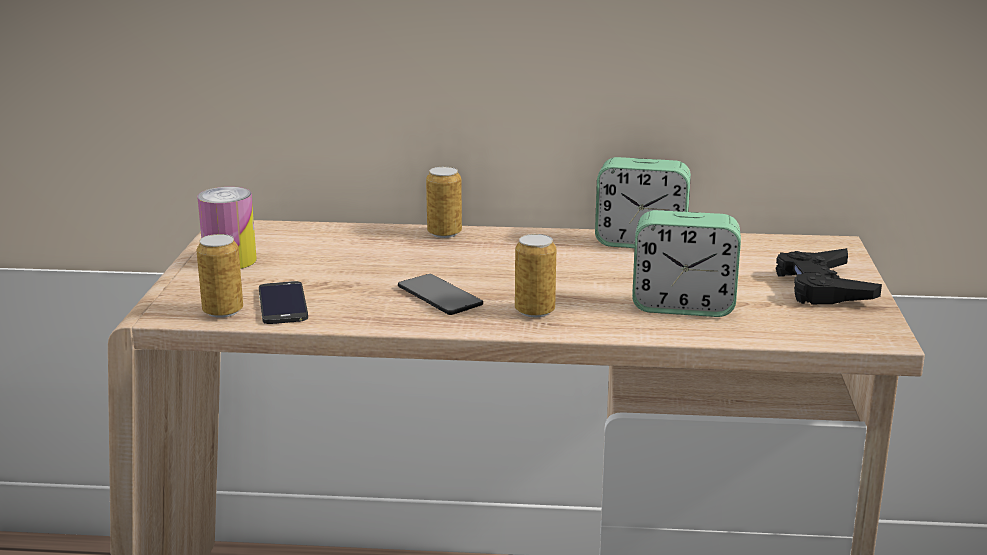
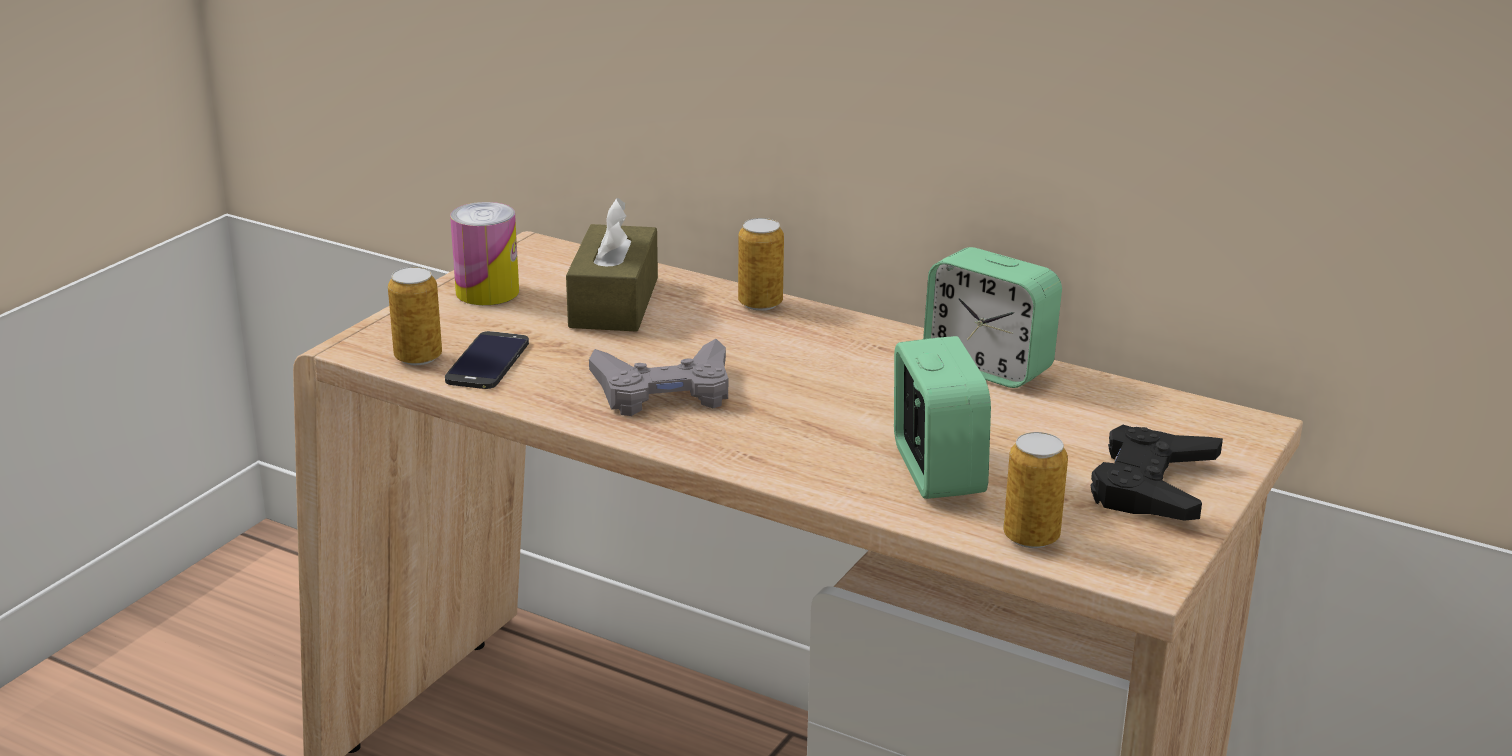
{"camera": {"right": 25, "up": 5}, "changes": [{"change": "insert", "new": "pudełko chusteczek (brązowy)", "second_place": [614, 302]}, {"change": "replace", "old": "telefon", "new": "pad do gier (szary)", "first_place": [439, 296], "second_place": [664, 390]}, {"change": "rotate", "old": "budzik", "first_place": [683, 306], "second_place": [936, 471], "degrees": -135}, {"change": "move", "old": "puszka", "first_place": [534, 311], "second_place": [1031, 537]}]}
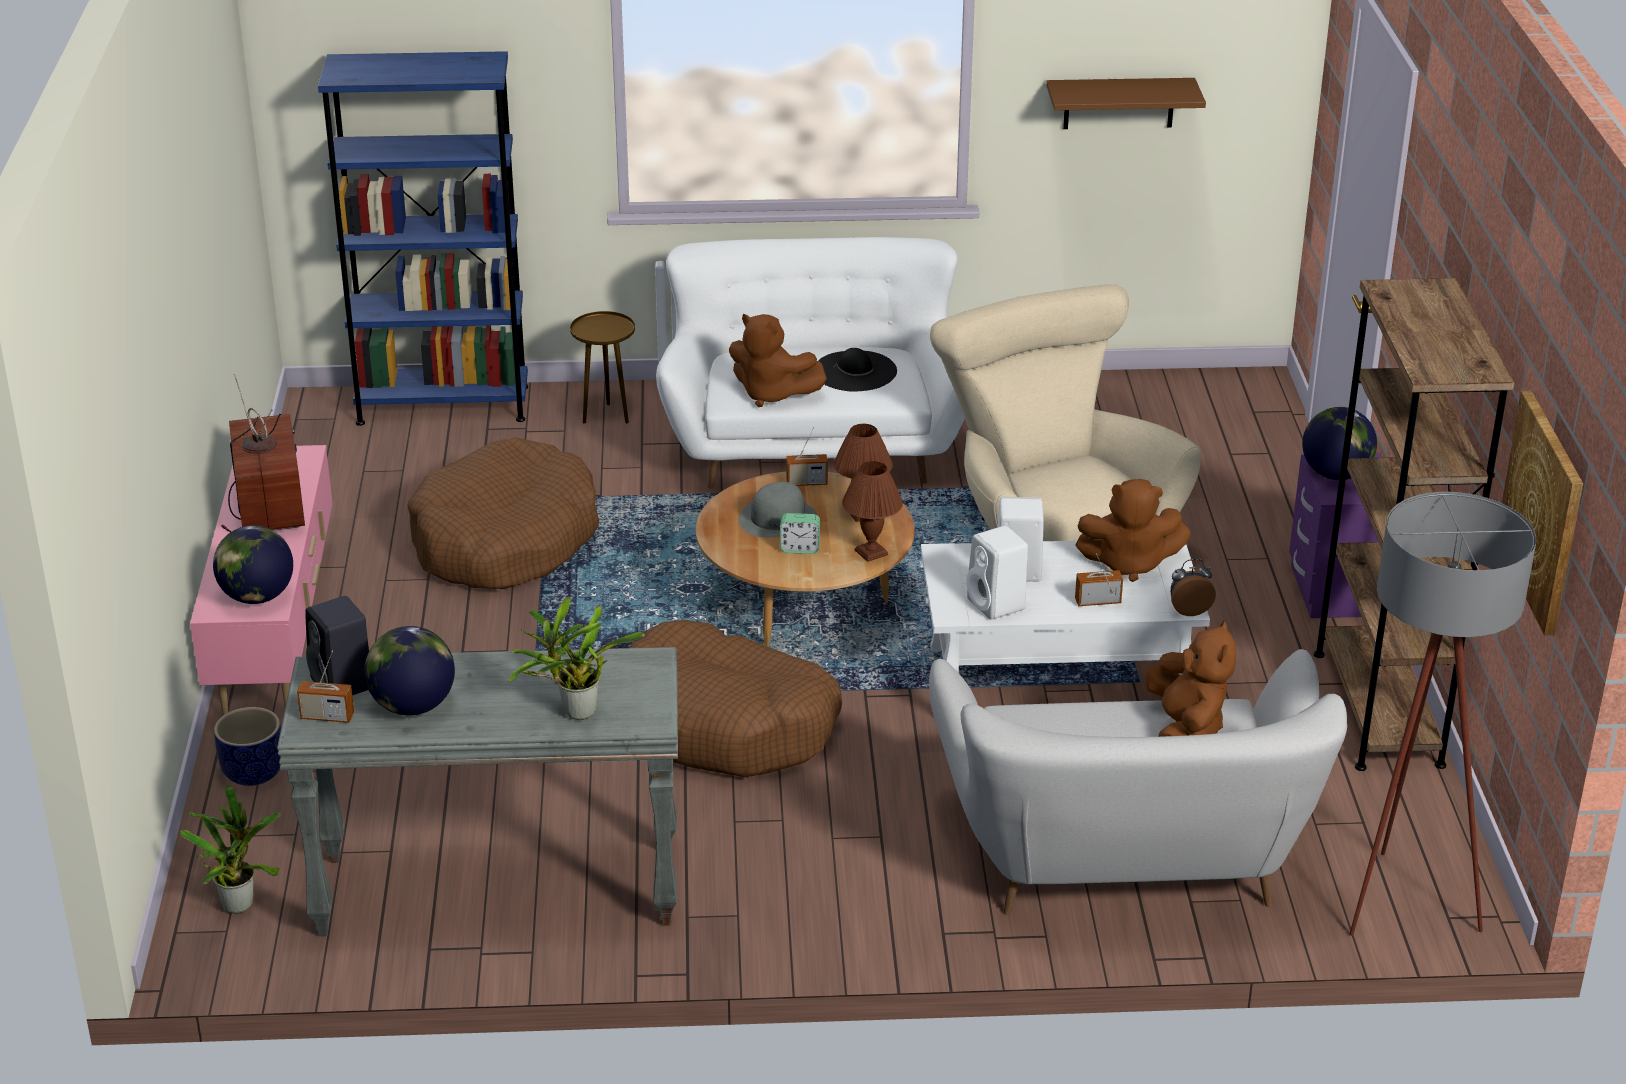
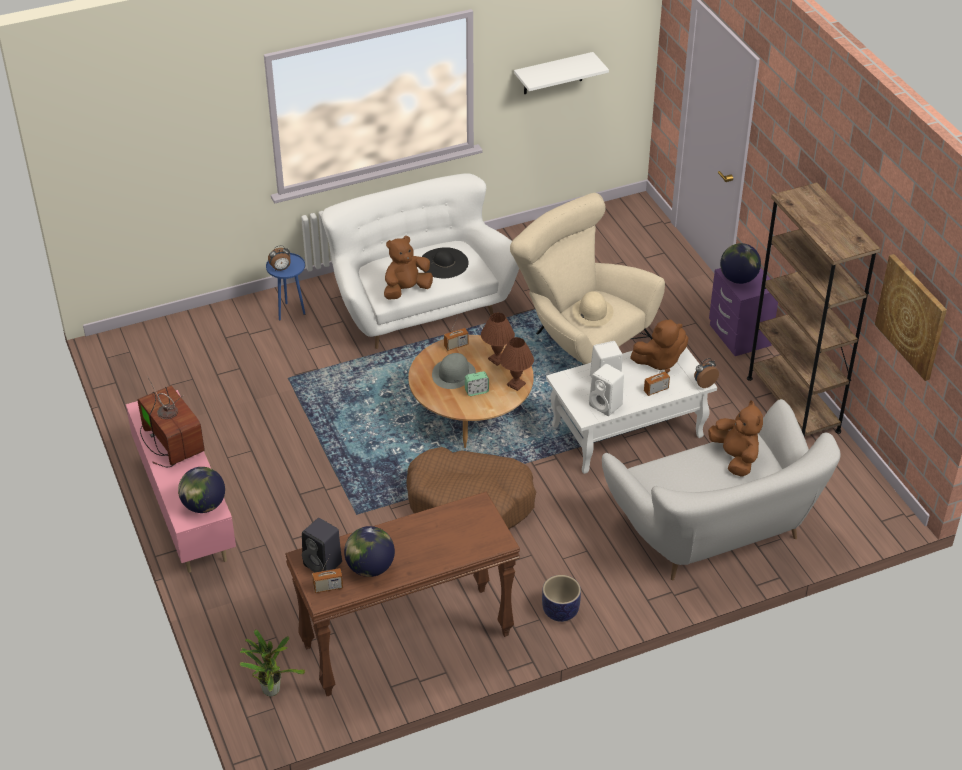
{"camera": {"right": -20, "up": 10}, "changes": [{"change": "recolor", "old": "stolik (brązowy)", "new": "stolik (niebieski)", "first_place": [606, 416], "second_place": [290, 312]}, {"change": "insert", "new": "budzik", "second_place": [281, 269]}, {"change": "recolor", "old": "stolik konsolowy (szary)", "new": "stolik konsolowy (brązowy)", "first_place": [496, 892], "second_place": [406, 642]}, {"change": "rotate", "old": "pluszak (brązowy)", "first_place": [772, 394], "second_place": [406, 290], "degrees": 135}, {"change": "recolor", "old": "półka (brązowy)", "new": "półka (biały)", "first_place": [1119, 103], "second_place": [553, 73]}, {"change": "move", "old": "donica", "first_place": [252, 772], "second_place": [560, 611]}, {"change": "insert", "new": "kapelusz (beżowy)", "second_place": [592, 312]}, {"change": "delete", "old": "regał (niebieski)", "first_place": [443, 405]}, {"change": "delete", "old": "legowisko (brązowy)", "first_place": [504, 540]}, {"change": "delete", "old": "roślina doniczkowa", "first_place": [574, 713]}, {"change": "delete", "old": "lampa stojąca (szary)", "first_place": [1401, 894]}]}
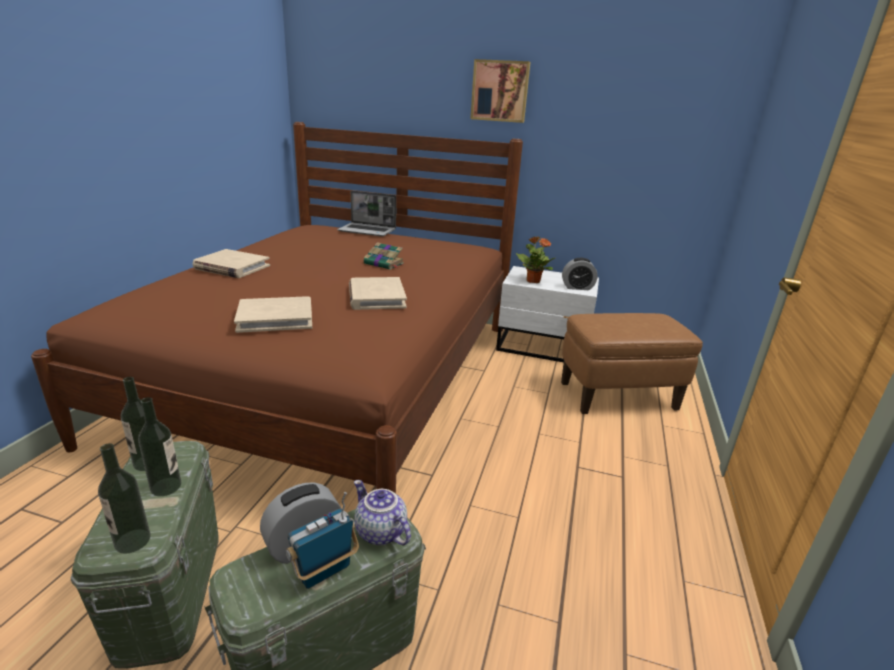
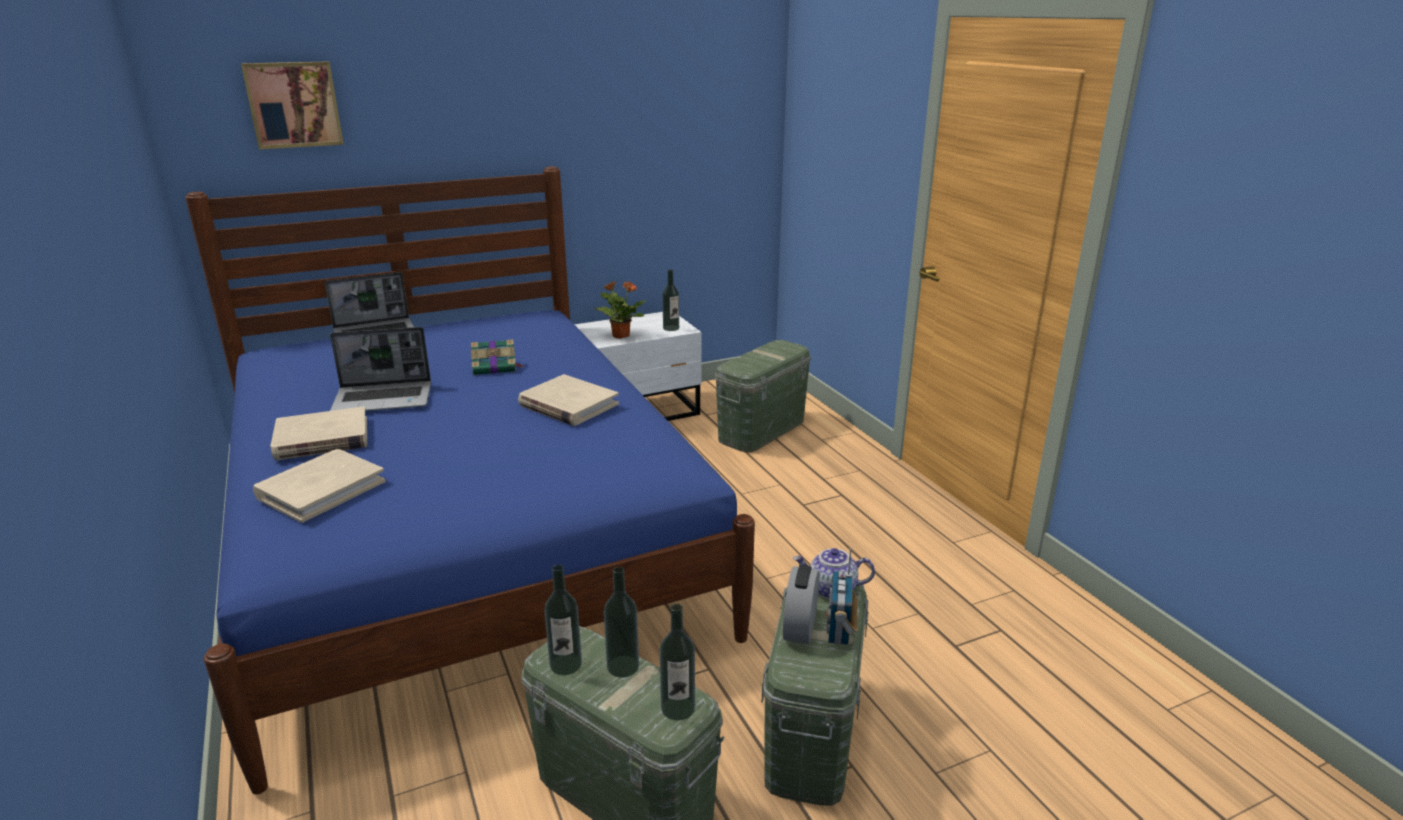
{"camera": {"right": -40, "up": 0}, "changes": [{"change": "recolor", "old": "łóżko (brązowy)", "new": "łóżko (niebieski)", "first_place": [334, 376], "second_place": [463, 541]}, {"change": "move", "old": "obraz", "first_place": [500, 91], "second_place": [293, 104]}, {"change": "move", "old": "książka (beżowy)", "first_place": [275, 318], "second_place": [321, 489]}, {"change": "insert", "new": "laptop", "second_place": [384, 399]}, {"change": "replace", "old": "budzik", "new": "butelka", "first_place": [577, 287], "second_place": [671, 328]}, {"change": "replace", "old": "pufa (brązowy)", "new": "pojemnik do przechowywania (zielony)", "first_place": [618, 396], "second_place": [761, 430]}]}
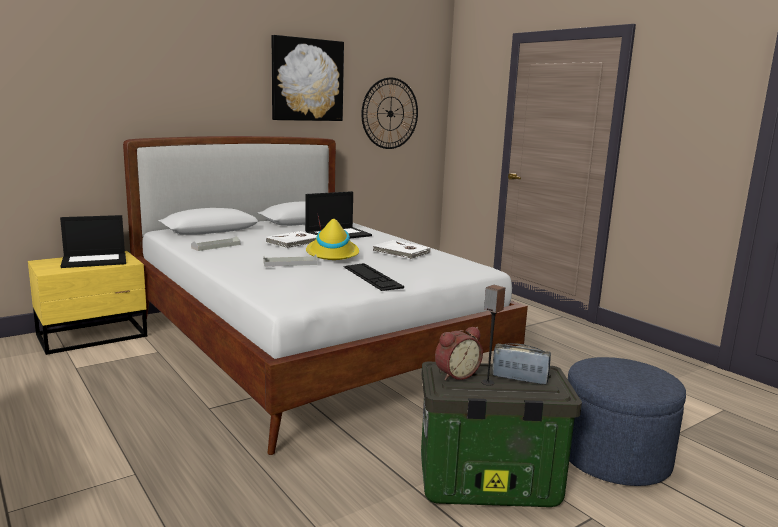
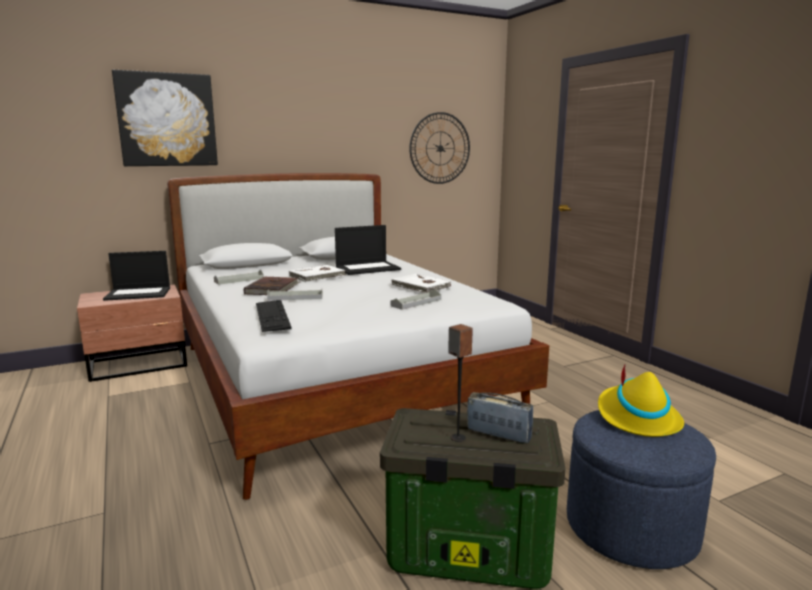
{"camera": {"right": 10, "up": 0}, "changes": [{"change": "recolor", "old": "szafka nocna (żółty)", "new": "szafka nocna (brązowy)", "first_place": [94, 336], "second_place": [140, 364]}, {"change": "move", "old": "obraz", "first_place": [307, 80], "second_place": [167, 120]}, {"change": "insert", "new": "książka (brązowy)", "second_place": [273, 288]}, {"change": "move", "old": "klawiatura", "first_place": [372, 277], "second_place": [272, 315]}, {"change": "insert", "new": "taca (szary)", "second_place": [416, 303]}, {"change": "move", "old": "kapelusz (żółty)", "first_place": [332, 253], "second_place": [636, 417]}, {"change": "delete", "old": "budzik", "first_place": [455, 374]}]}
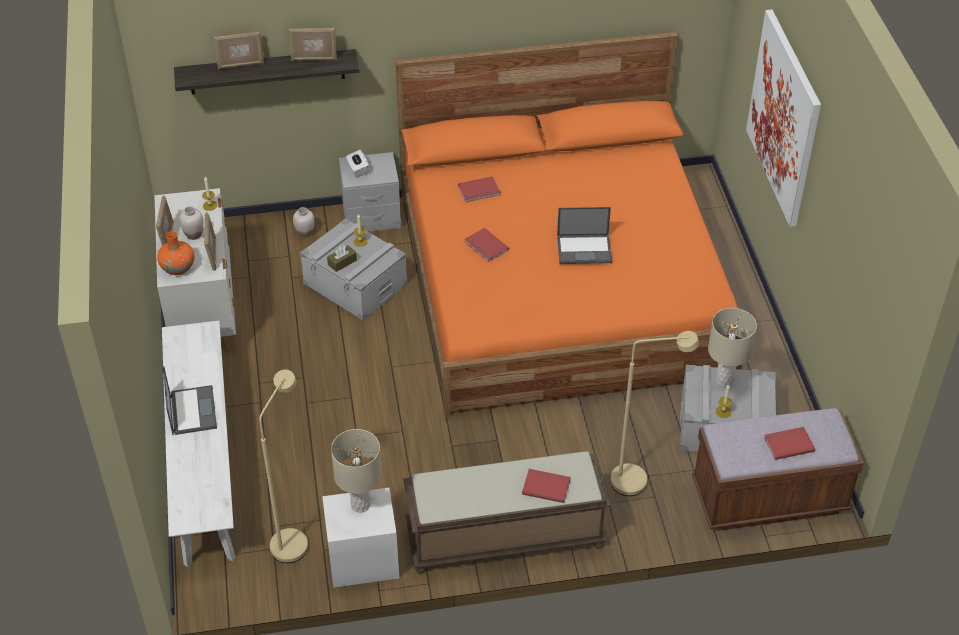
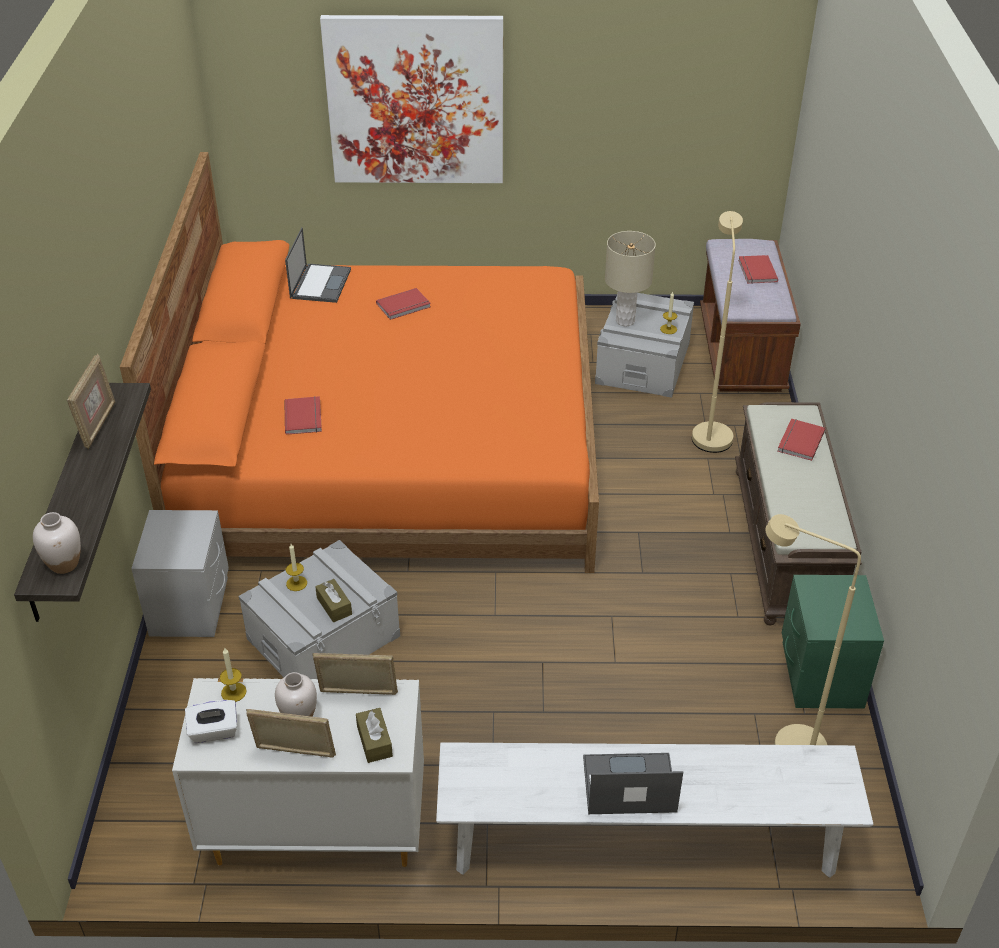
{"camera": {"right": -80, "up": -5}, "changes": [{"change": "move", "old": "wazon (biały)", "first_place": [305, 233], "second_place": [64, 564]}, {"change": "move", "old": "pudełko chusteczek (biały)", "first_place": [357, 169], "second_place": [214, 732]}, {"change": "move", "old": "laptop", "first_place": [585, 249], "second_place": [320, 283]}, {"change": "replace", "old": "wazon (pomarańczowy)", "new": "pudełko chusteczek (brązowy)", "first_place": [178, 268], "second_place": [374, 741]}, {"change": "move", "old": "książka (czerwony)", "first_place": [485, 247], "second_place": [404, 306]}, {"change": "recolor", "old": "szafka nocna (biały)", "new": "szafka nocna (zielony)", "first_place": [363, 560], "second_place": [821, 675]}, {"change": "delete", "old": "ramka na zdjęcie", "first_place": [240, 65]}, {"change": "delete", "old": "lampa stołowa (beżowy)", "first_place": [360, 505]}]}
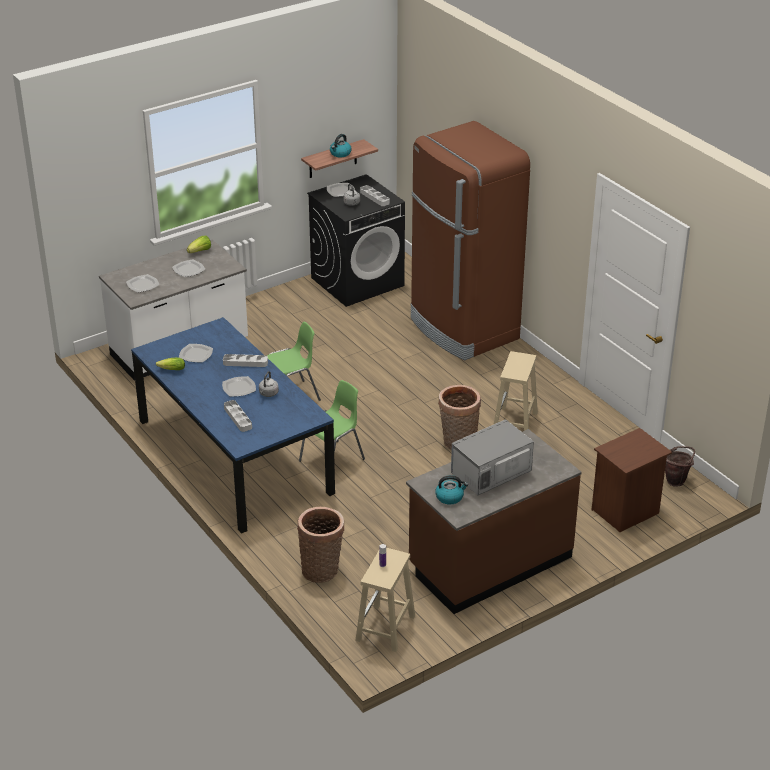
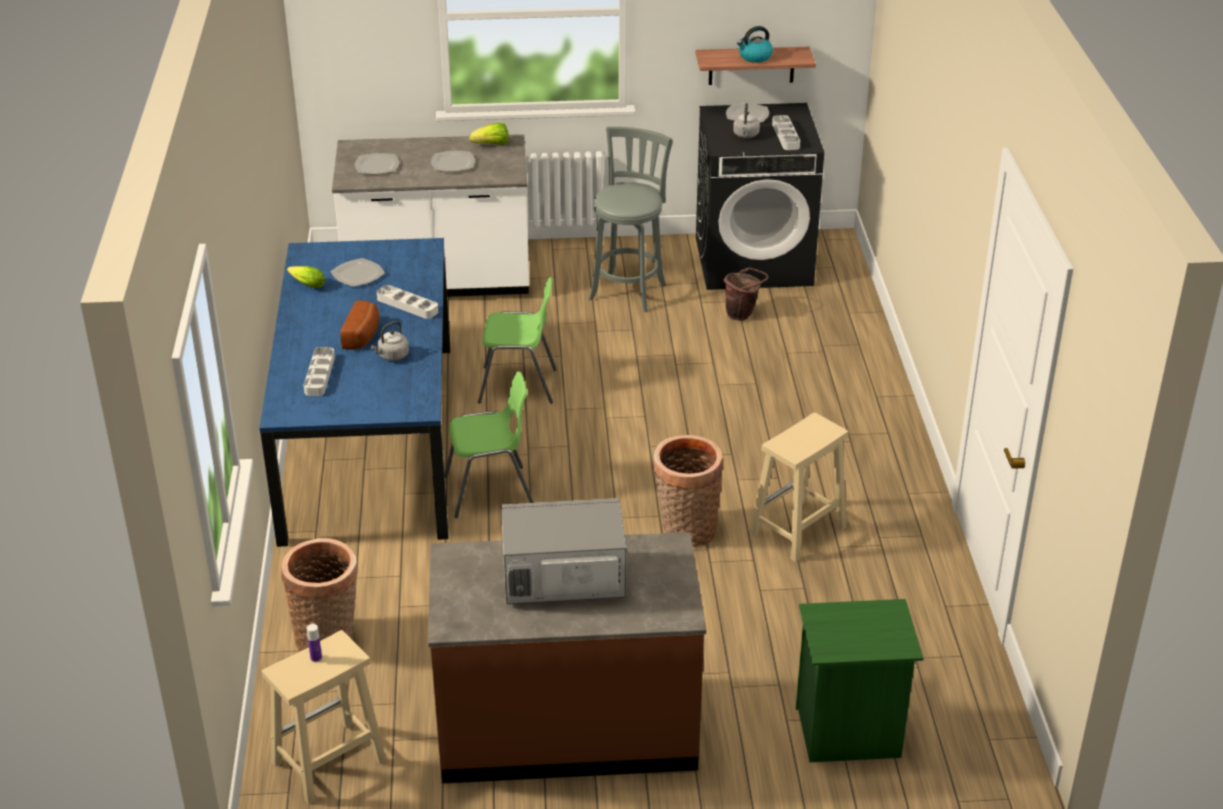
{"camera": {"right": 30, "up": 0}, "changes": [{"change": "replace", "old": "talerz", "new": "chleb", "first_place": [239, 388], "second_place": [363, 336]}, {"change": "insert", "new": "stołek (szary)", "second_place": [629, 290]}, {"change": "move", "old": "wiadro (brązowy)", "first_place": [676, 480], "second_place": [742, 315]}, {"change": "recolor", "old": "szafka nocna (brązowy)", "new": "szafka nocna (zielony)", "first_place": [626, 512], "second_place": [849, 734]}, {"change": "delete", "old": "lodówka (brązowy)", "first_place": [463, 329]}, {"change": "delete", "old": "czajnik", "first_place": [450, 497]}]}
